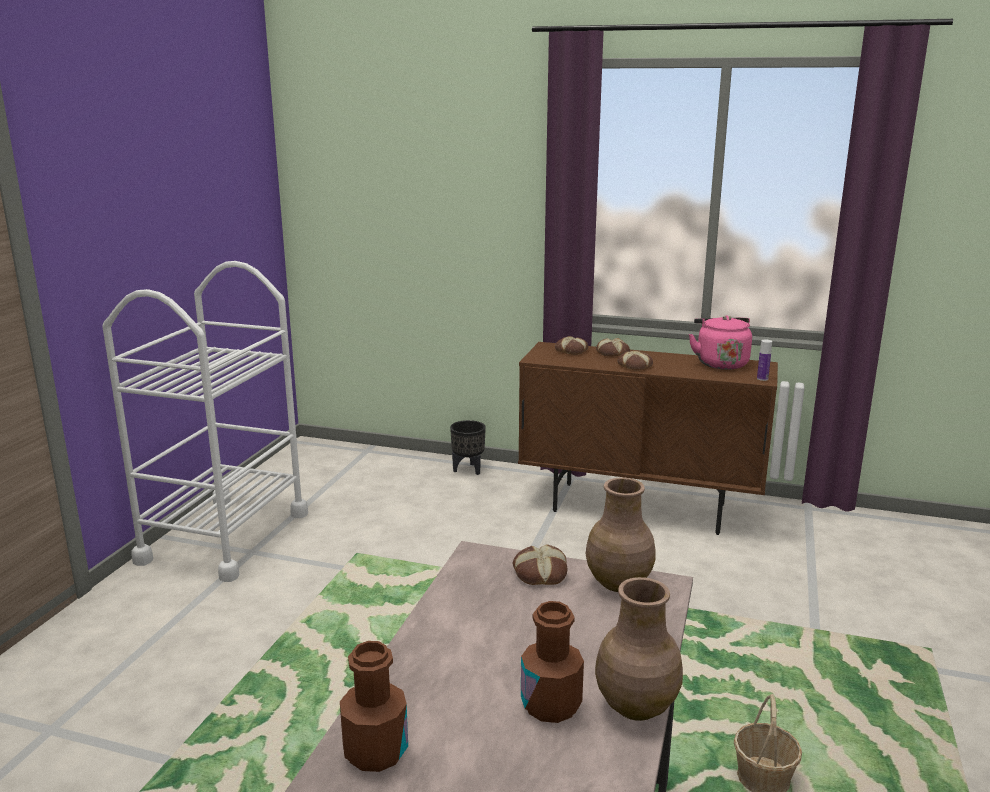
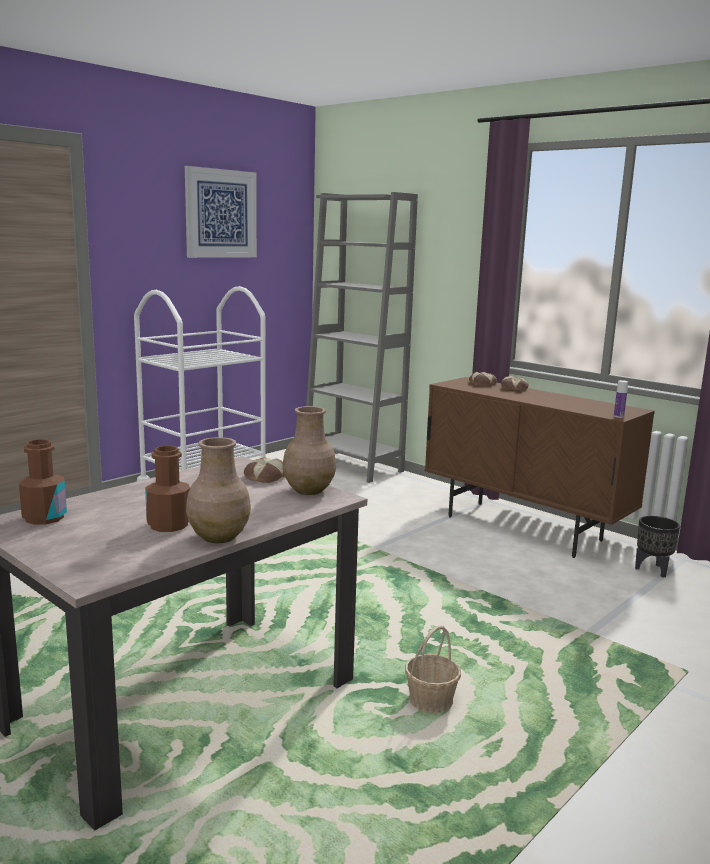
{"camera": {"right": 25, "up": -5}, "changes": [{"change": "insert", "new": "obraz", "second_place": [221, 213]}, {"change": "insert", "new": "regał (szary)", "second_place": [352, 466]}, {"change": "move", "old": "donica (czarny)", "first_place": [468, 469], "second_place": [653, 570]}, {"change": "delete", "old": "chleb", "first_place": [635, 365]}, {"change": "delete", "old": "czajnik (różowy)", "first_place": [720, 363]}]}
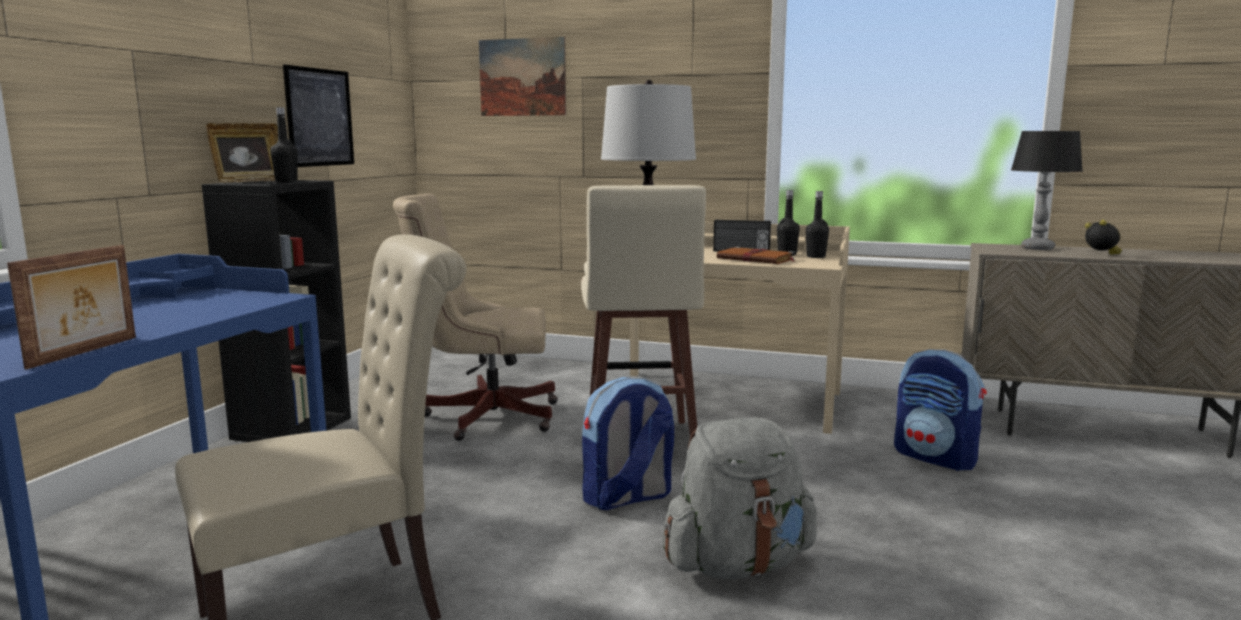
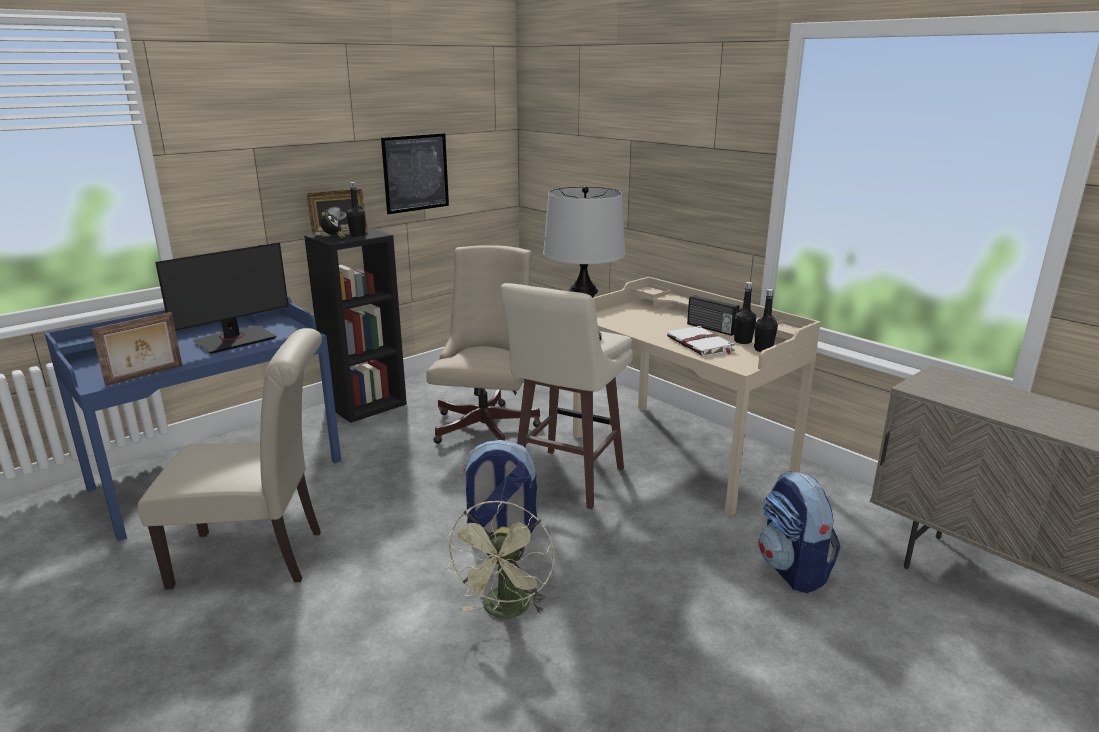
{"camera": {"right": 30, "up": 10}, "changes": [{"change": "insert", "new": "monitor", "second_place": [234, 340]}, {"change": "move", "old": "budzik", "first_place": [1101, 255], "second_place": [333, 238]}, {"change": "rotate", "old": "krzesło biurowe (beżowy)", "first_place": [483, 416], "second_place": [488, 424], "degrees": 75}, {"change": "replace", "old": "plecak (szary)", "new": "wentylator (zielony)", "first_place": [737, 564], "second_place": [505, 611]}, {"change": "recolor", "old": "książka (brązowy)", "new": "książka (biały)", "first_place": [756, 259], "second_place": [701, 344]}, {"change": "delete", "old": "obraz", "first_place": [522, 77]}, {"change": "delete", "old": "lampa stołowa", "first_place": [1037, 248]}]}
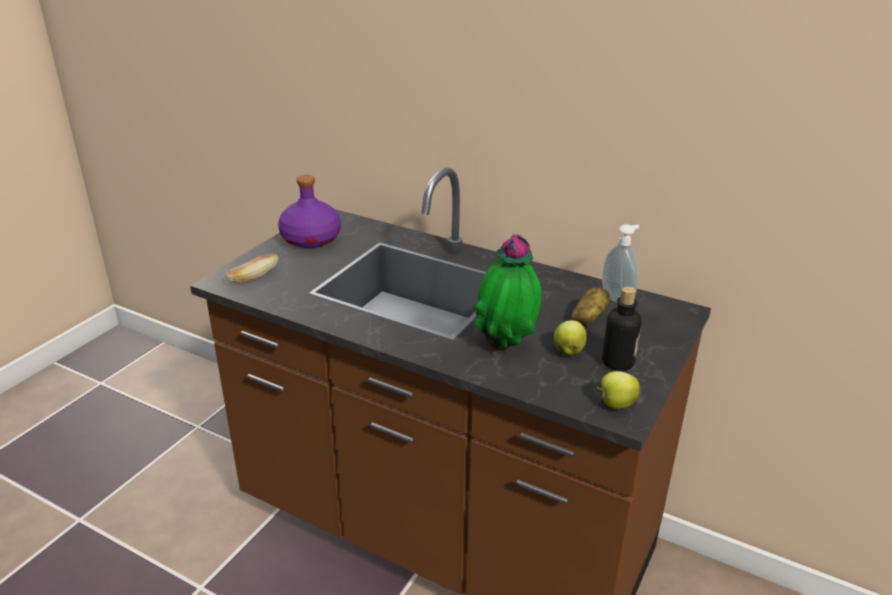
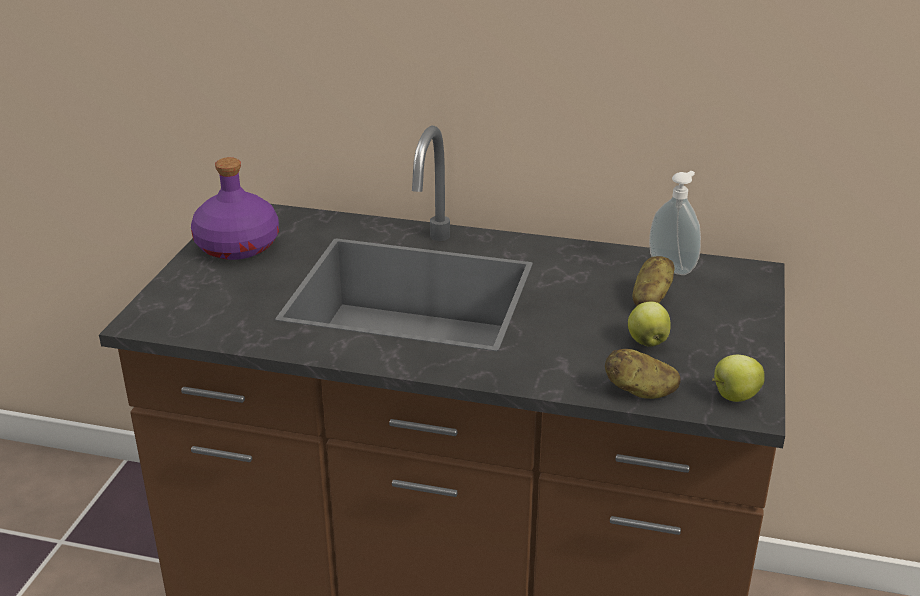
{"camera": {"right": -15, "up": 0}, "changes": [{"change": "insert", "new": "ziemniak", "second_place": [640, 392]}, {"change": "delete", "old": "chleb", "first_place": [254, 278]}, {"change": "delete", "old": "roślina doniczkowa", "first_place": [506, 347]}, {"change": "delete", "old": "butelka", "first_place": [617, 362]}]}
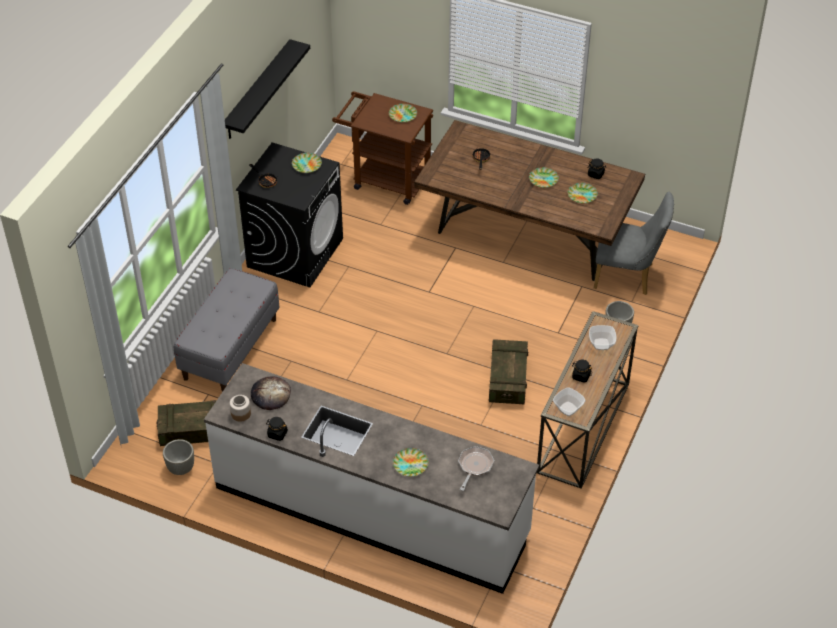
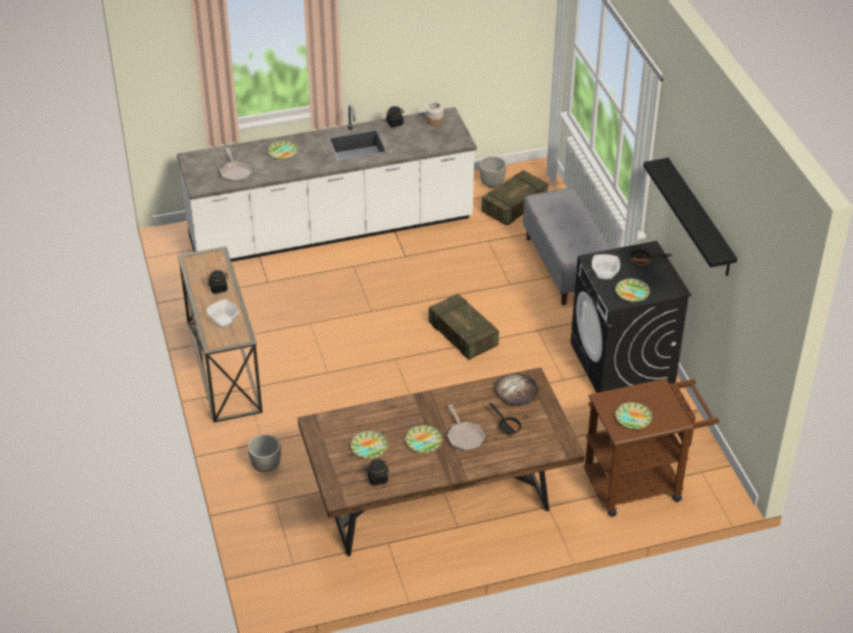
{"camera": {"right": 140, "up": -5}, "changes": [{"change": "move", "old": "skrzynka", "first_place": [508, 380], "second_place": [463, 336]}, {"change": "insert", "new": "patelnia", "second_place": [464, 436]}, {"change": "move", "old": "chleb", "first_place": [270, 394], "second_place": [516, 391]}, {"change": "move", "old": "miska", "first_place": [568, 408], "second_place": [605, 274]}, {"change": "delete", "old": "krzesło (szary)", "first_place": [628, 276]}]}
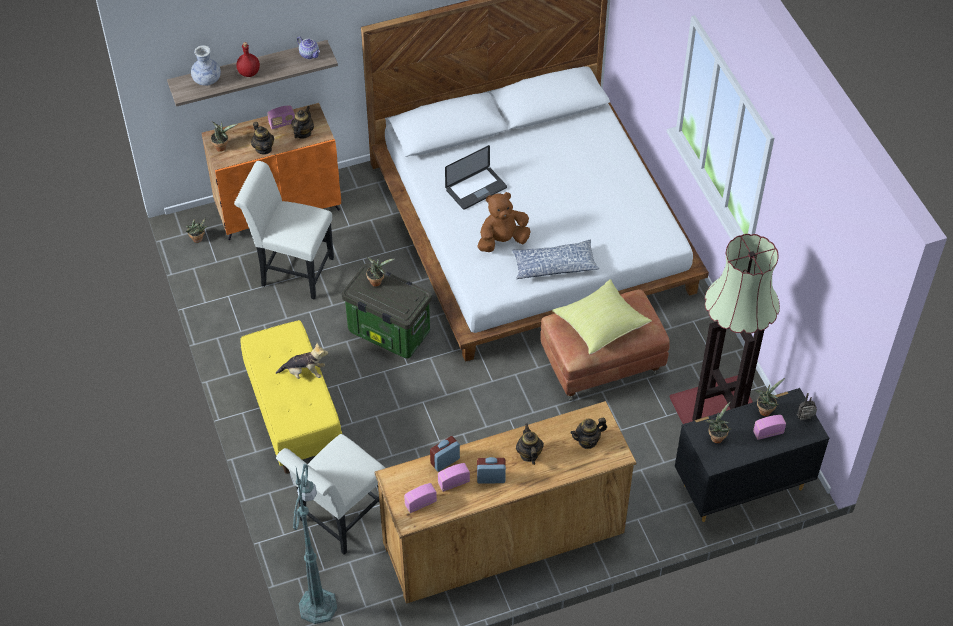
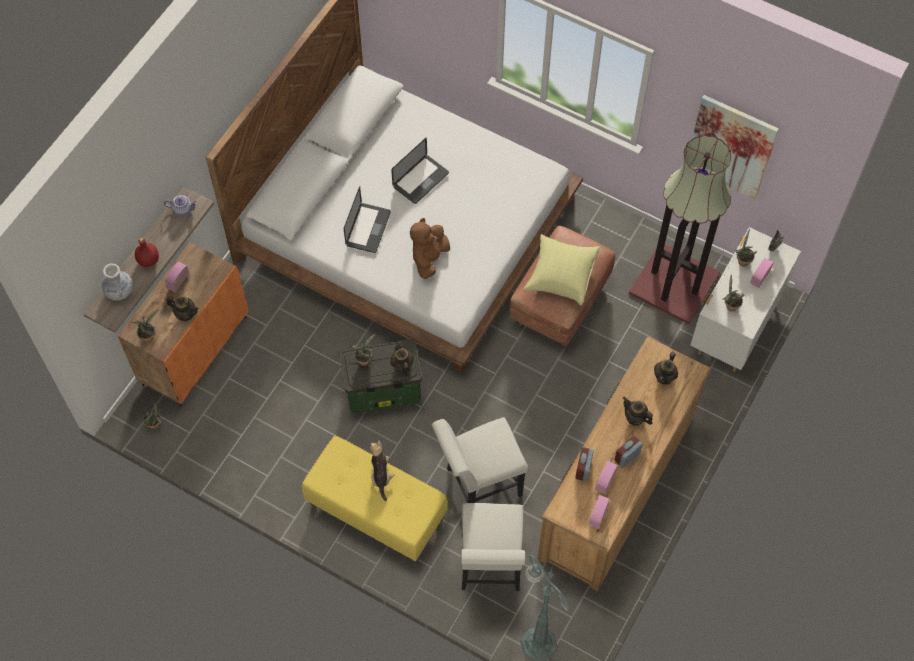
{"camera": {"right": -40, "up": 10}, "changes": [{"change": "rotate", "old": "pluszak", "first_place": [304, 372], "second_place": [381, 475], "degrees": -60}, {"change": "move", "old": "imbryk", "first_place": [303, 133], "second_place": [402, 365]}, {"change": "insert", "new": "laptop", "second_place": [420, 180]}, {"change": "move", "old": "krzesło (biały)", "first_place": [292, 270], "second_place": [478, 484]}, {"change": "recolor", "old": "komoda (czarny)", "new": "komoda (biały)", "first_place": [741, 486], "second_place": [735, 326]}, {"change": "insert", "new": "obraz", "second_place": [731, 147]}, {"change": "delete", "old": "poduszka", "first_place": [554, 265]}]}
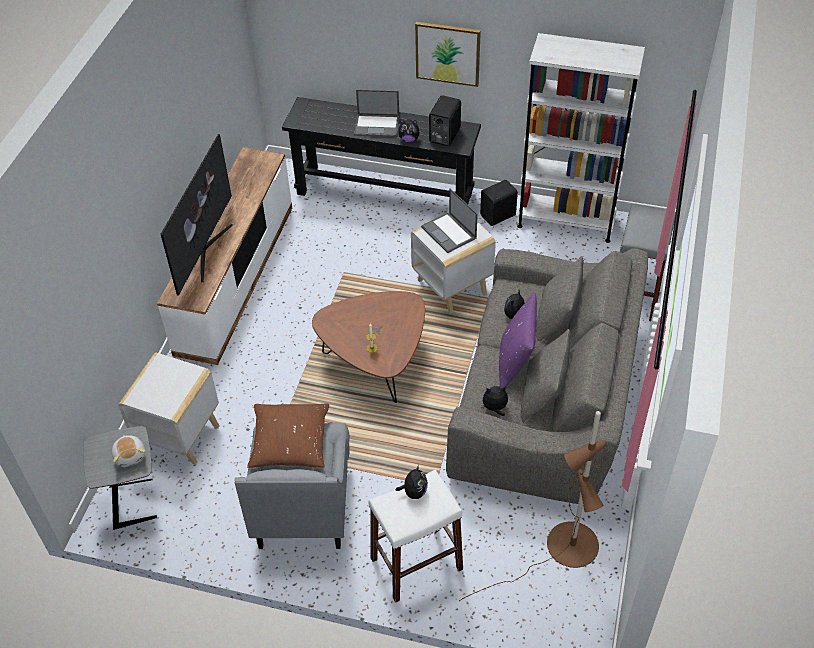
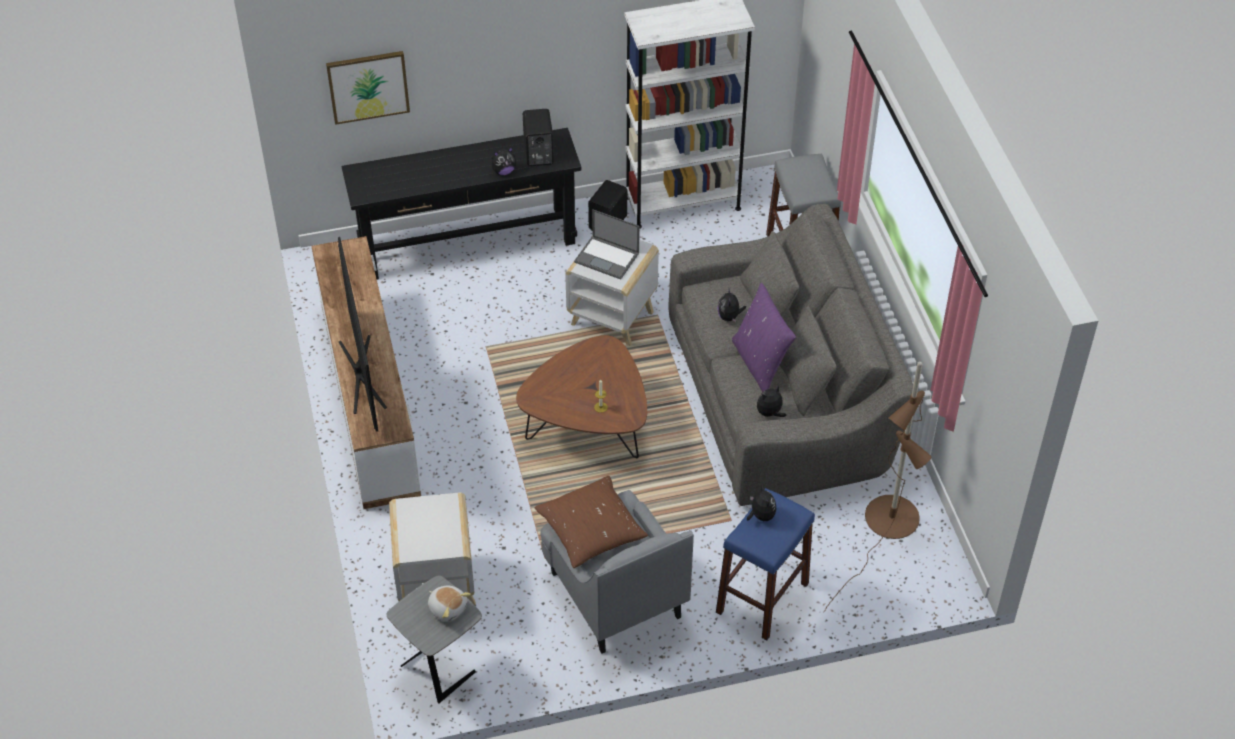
{"camera": {"right": -30, "up": 0}, "changes": [{"change": "move", "old": "obraz", "first_place": [448, 53], "second_place": [368, 86]}, {"change": "recolor", "old": "stołek (biały)", "new": "stołek (niebieski)", "first_place": [416, 564], "second_place": [762, 598]}, {"change": "delete", "old": "laptop", "first_place": [377, 125]}]}
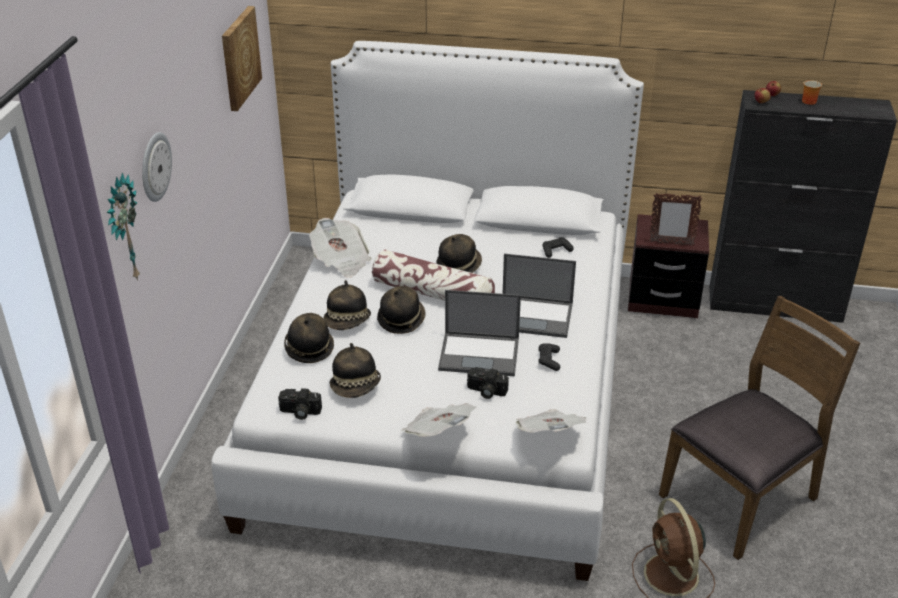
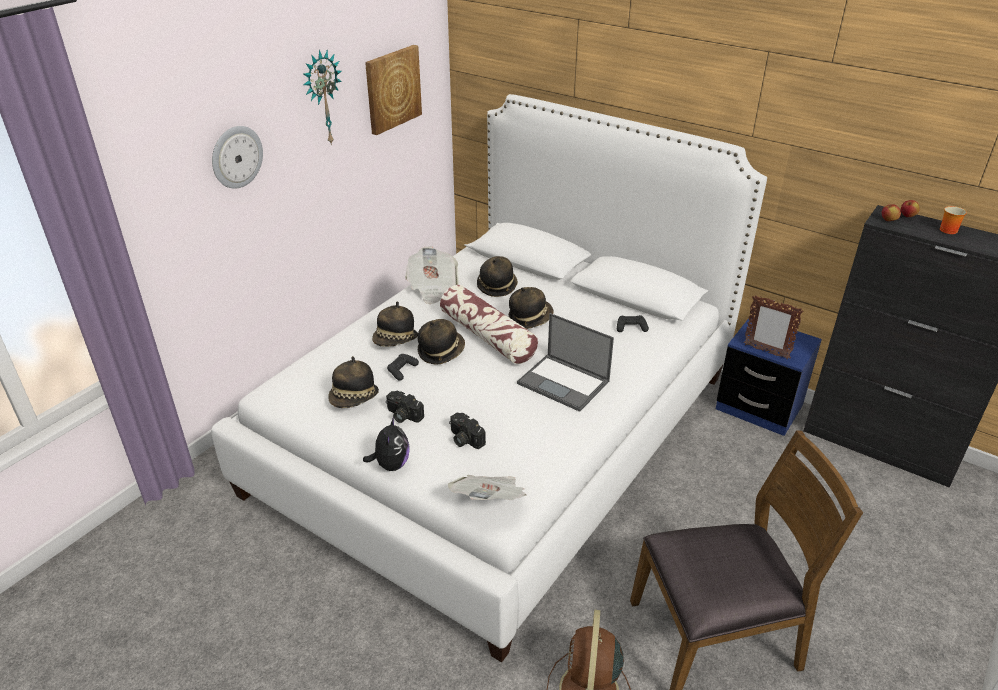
{"camera": {"right": 25, "up": 0}, "changes": [{"change": "move", "old": "zegar ścienny", "first_place": [122, 230], "second_place": [322, 98]}, {"change": "replace", "old": "gazeta", "new": "pluszak", "first_place": [438, 433], "second_place": [391, 464]}, {"change": "move", "old": "aparat fotograficzny", "first_place": [299, 412], "second_place": [402, 415]}, {"change": "move", "old": "pad do gier (czarny)", "first_place": [549, 360], "second_place": [402, 370]}, {"change": "move", "old": "kapelusz", "first_place": [309, 348], "second_place": [497, 286]}, {"change": "recolor", "old": "szafka nocna (brązowy)", "new": "szafka nocna (niebieski)", "first_place": [662, 299], "second_place": [758, 407]}, {"change": "delete", "old": "laptop", "first_place": [480, 354]}]}
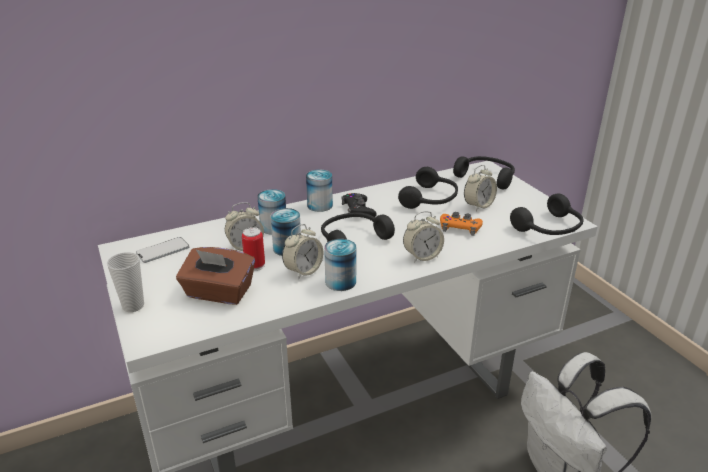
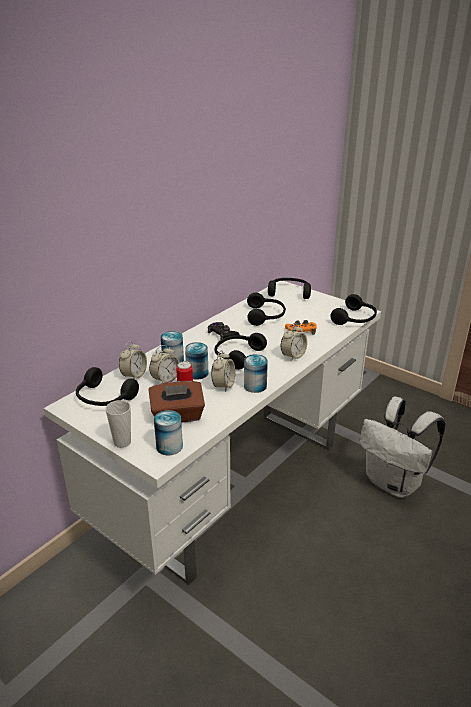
{"camera": {"right": -25, "up": 0}, "changes": [{"change": "replace", "old": "telefon", "new": "słuchawki (czarny)", "first_place": [163, 251], "second_place": [104, 398]}, {"change": "move", "old": "budzik", "first_place": [478, 205], "second_place": [134, 375]}, {"change": "move", "old": "puszka", "first_place": [320, 205], "second_place": [169, 446]}]}
